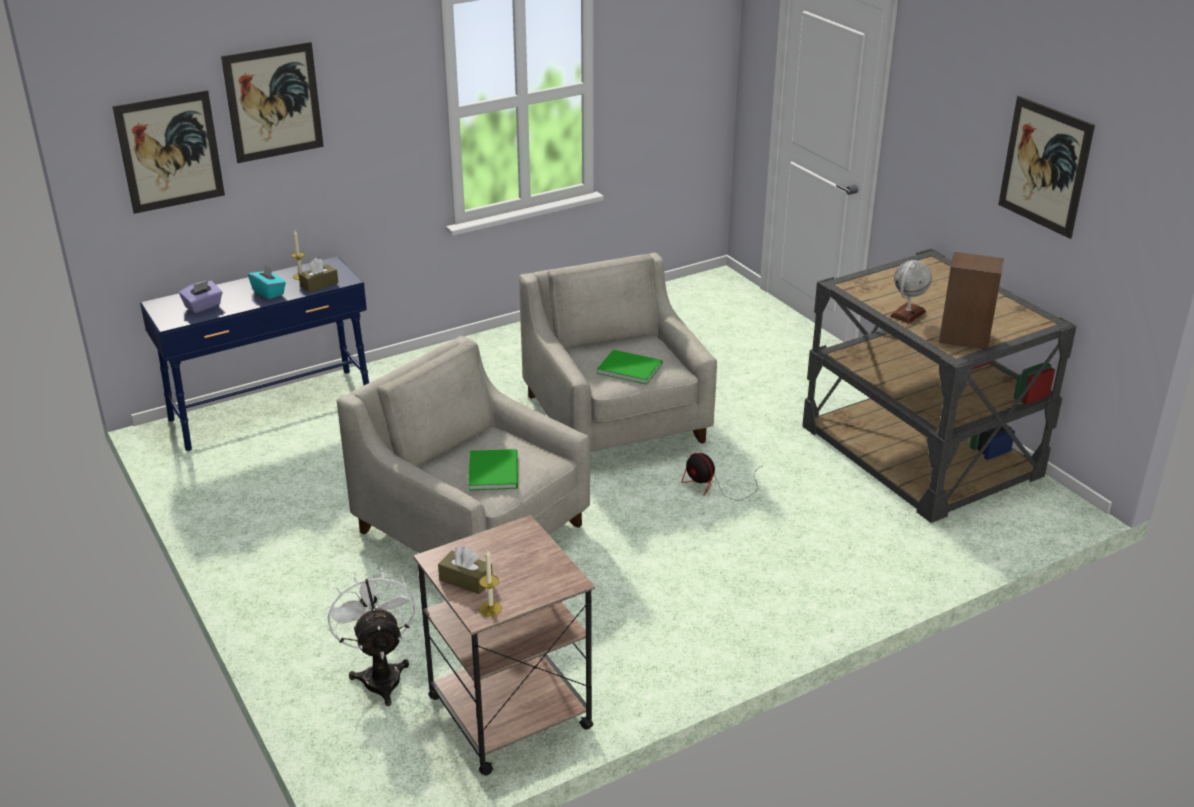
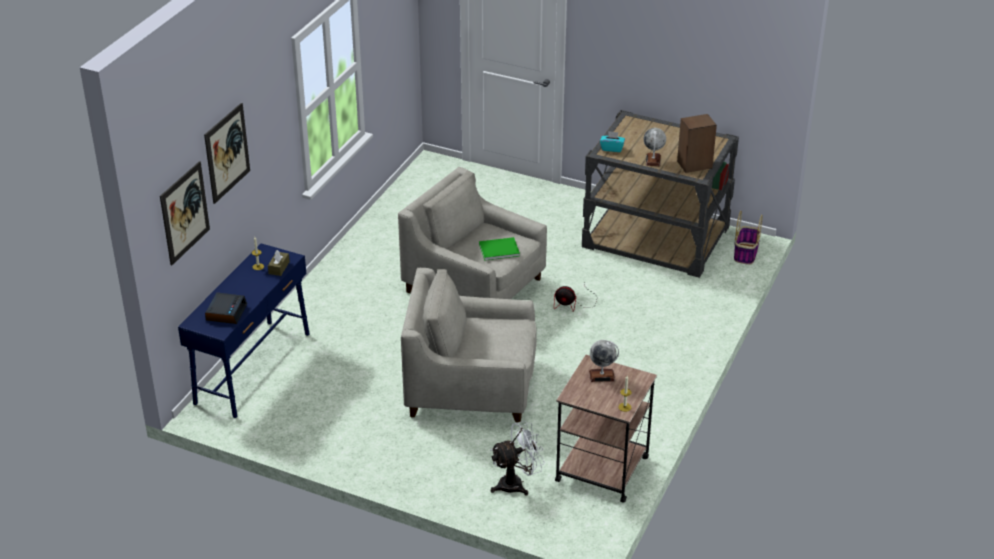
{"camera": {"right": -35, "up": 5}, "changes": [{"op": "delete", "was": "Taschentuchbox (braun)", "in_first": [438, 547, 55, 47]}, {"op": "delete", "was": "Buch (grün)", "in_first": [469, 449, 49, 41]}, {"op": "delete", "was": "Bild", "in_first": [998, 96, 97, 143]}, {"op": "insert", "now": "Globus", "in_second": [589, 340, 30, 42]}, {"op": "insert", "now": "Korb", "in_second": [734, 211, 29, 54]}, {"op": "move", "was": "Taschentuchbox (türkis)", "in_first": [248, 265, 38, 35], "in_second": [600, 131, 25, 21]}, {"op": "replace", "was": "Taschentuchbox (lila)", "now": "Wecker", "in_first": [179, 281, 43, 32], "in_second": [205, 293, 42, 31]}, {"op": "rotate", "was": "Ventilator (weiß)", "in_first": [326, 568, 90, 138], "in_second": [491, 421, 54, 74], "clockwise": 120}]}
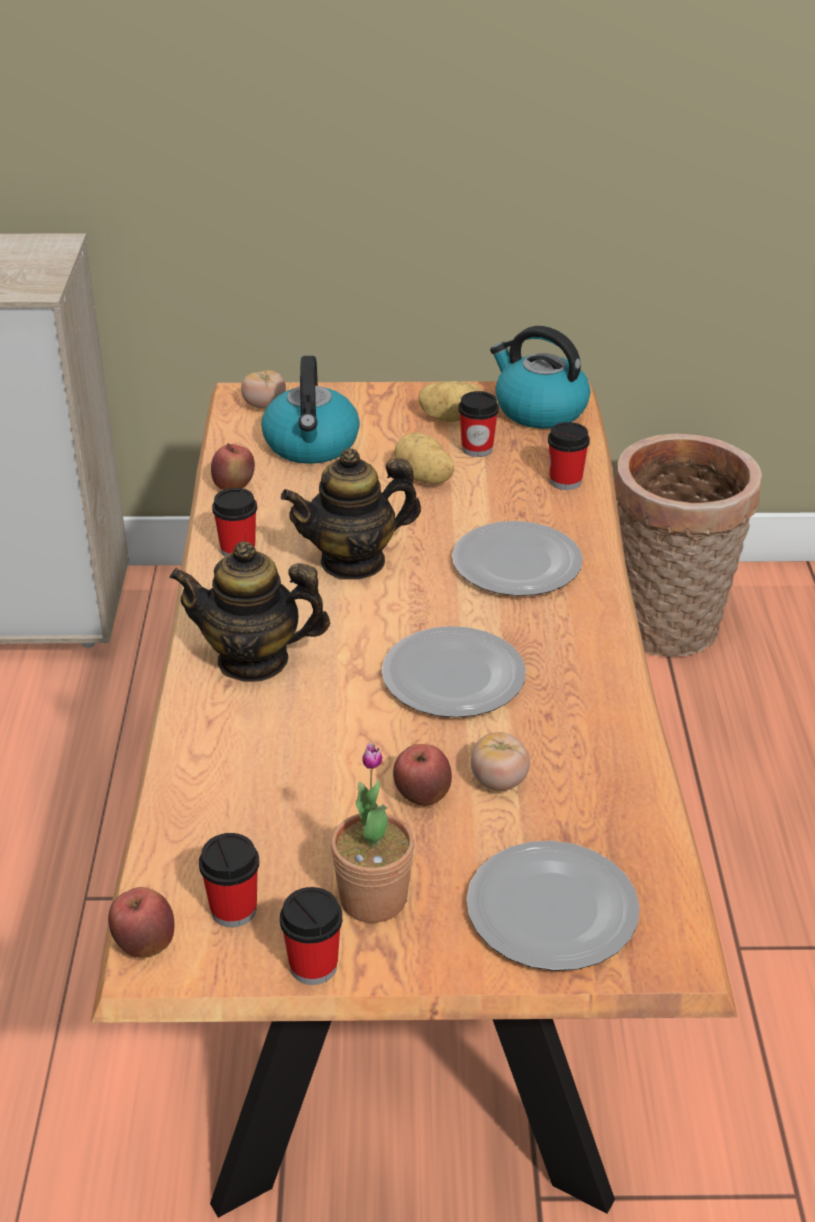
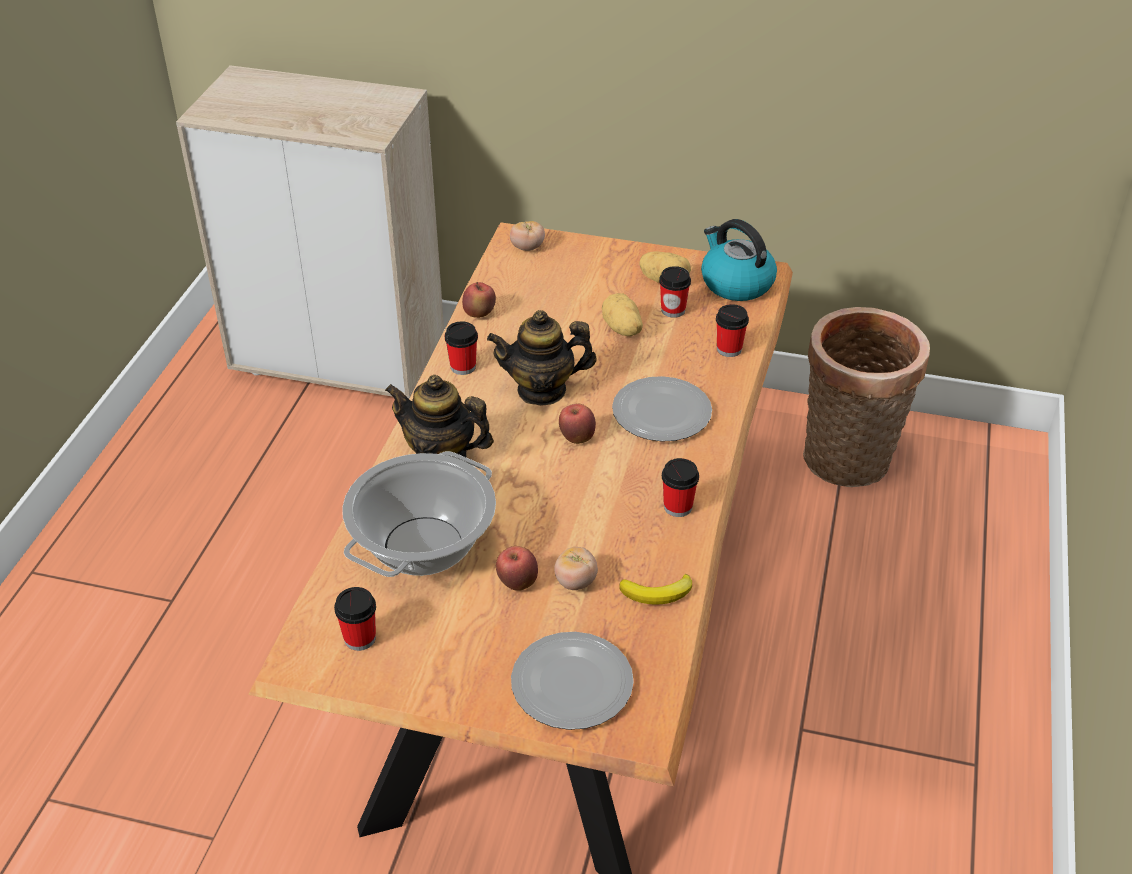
{"camera": {"right": 15, "up": 5}, "changes": [{"op": "delete", "was": "Wasserkessel", "in_first": [261, 356, 99, 108]}, {"op": "delete", "was": "Topfpflanze", "in_first": [331, 743, 83, 180]}, {"op": "delete", "was": "Teller", "in_first": [382, 626, 144, 92]}, {"op": "insert", "now": "Kochtopf", "in_second": [342, 451, 154, 126]}, {"op": "insert", "now": "Banane", "in_second": [619, 574, 73, 31]}, {"op": "move", "was": "Apfel", "in_first": [108, 887, 66, 71], "in_second": [559, 403, 37, 41]}, {"op": "move", "was": "Tasse", "in_first": [280, 887, 62, 98], "in_second": [662, 458, 37, 59]}]}
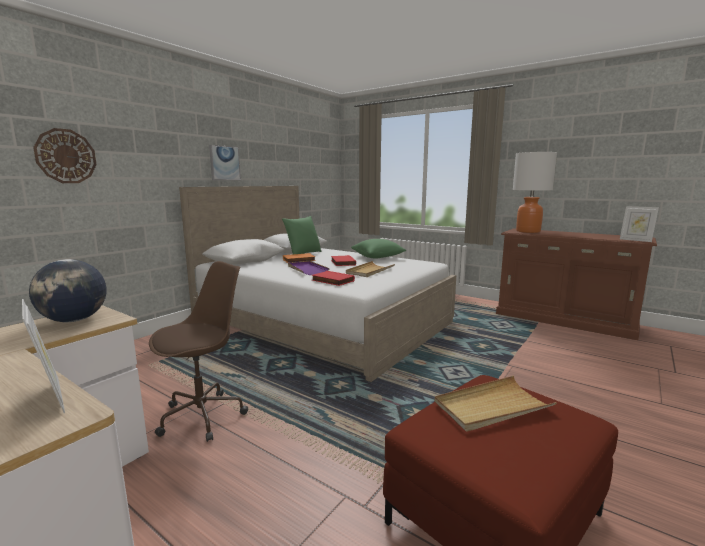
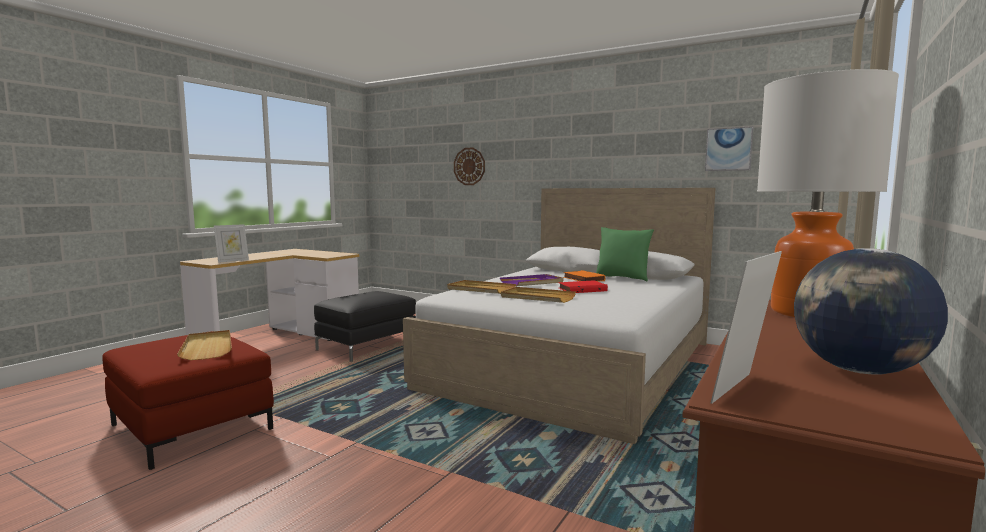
{"camera": {"right": 85, "up": -5}, "changes": [{"op": "delete", "was": "Kissen (grün)", "in_first": [351, 239, 55, 20]}, {"op": "move", "was": "Globus", "in_first": [29, 259, 78, 63], "in_second": [794, 248, 154, 127]}, {"op": "move", "was": "Bild", "in_first": [209, 145, 32, 35], "in_second": [705, 126, 48, 45]}, {"op": "replace", "was": "Bürostuhl (braun)", "now": "Polsterhocker (schwarz)", "in_first": [149, 261, 99, 181], "in_second": [314, 291, 102, 71]}, {"op": "replace", "was": "Buch (rot)", "now": "Tablett (beige)", "in_first": [311, 271, 44, 15], "in_second": [447, 280, 69, 14]}]}
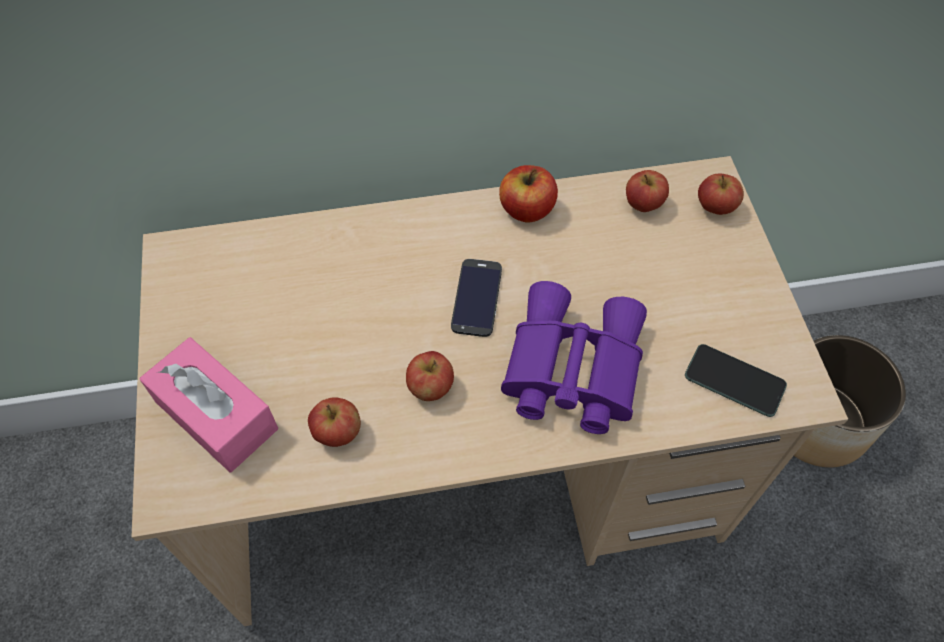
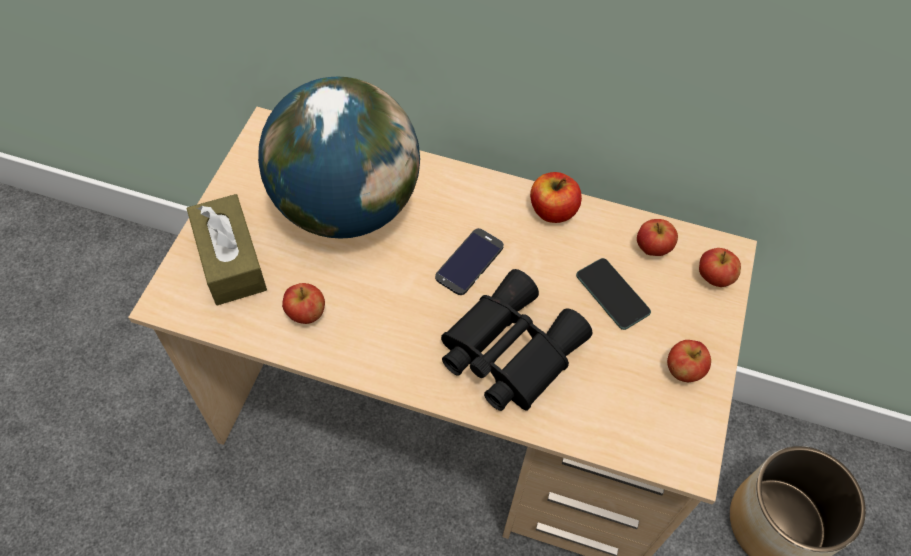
{"camera": {"right": 25, "up": 0}, "changes": [{"op": "insert", "now": "Globus", "in_second": [258, 77, 162, 162]}, {"op": "move", "was": "Apfel", "in_first": [406, 351, 48, 50], "in_second": [667, 340, 44, 42]}, {"op": "move", "was": "Handy", "in_first": [685, 344, 102, 73], "in_second": [576, 258, 75, 72]}, {"op": "recolor", "was": "Taschentuchbox (rosa)", "now": "Taschentuchbox (braun)", "in_first": [140, 337, 138, 135], "in_second": [187, 194, 80, 112]}, {"op": "recolor", "was": "Fernglas (lila)", "now": "Fernglas (schwarz)", "in_first": [501, 281, 146, 153], "in_second": [441, 269, 151, 142]}]}
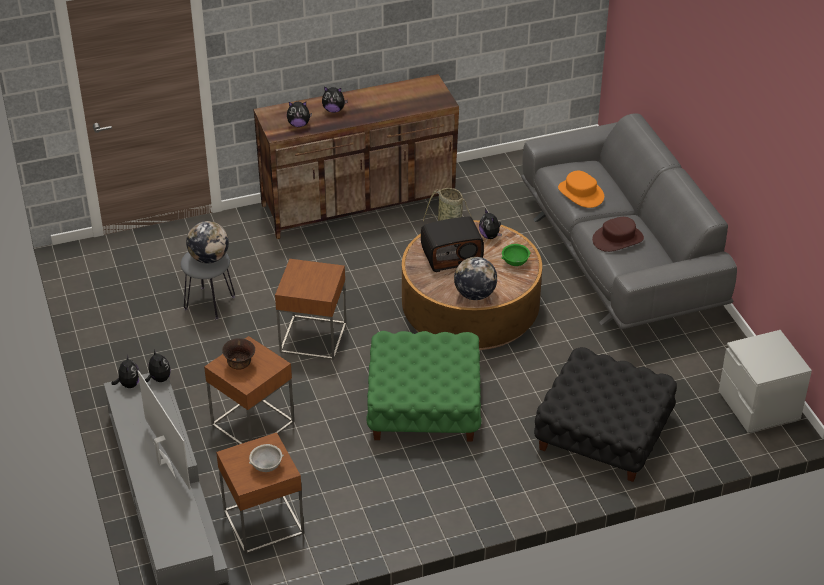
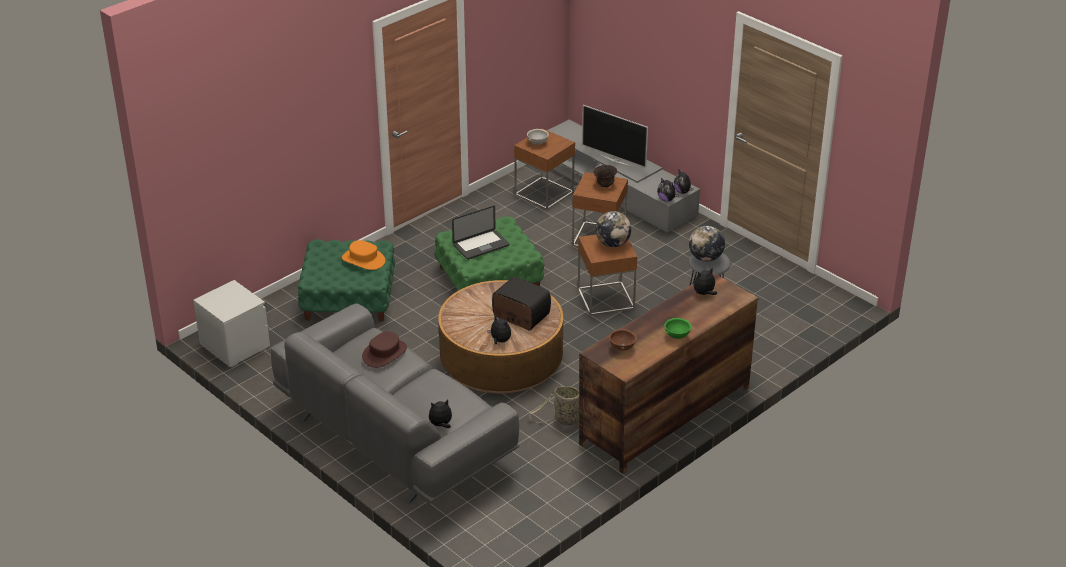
{"camera": {"right": 155, "up": -5}, "changes": [{"op": "insert", "now": "Laptop", "in_second": [452, 206, 57, 54]}, {"op": "insert", "now": "Schüssel (braun)", "in_second": [609, 329, 28, 21]}, {"op": "move", "was": "Plüschtier", "in_first": [322, 87, 26, 26], "in_second": [429, 400, 23, 28]}, {"op": "move", "was": "Globus", "in_first": [454, 257, 43, 43], "in_second": [595, 211, 36, 36]}, {"op": "move", "was": "Schüssel (grün)", "in_first": [502, 244, 29, 22], "in_second": [664, 318, 27, 21]}, {"op": "move", "was": "Hut (orange)", "in_first": [558, 171, 46, 37], "in_second": [342, 240, 43, 30]}, {"op": "recolor", "was": "Polsterhocker (schwarz)", "now": "Polsterhocker (grün)", "in_first": [534, 347, 143, 135], "in_second": [298, 239, 97, 82]}, {"op": "rotate", "was": "Radio", "in_first": [421, 216, 63, 56], "in_second": [492, 277, 59, 53], "clockwise": 75}]}
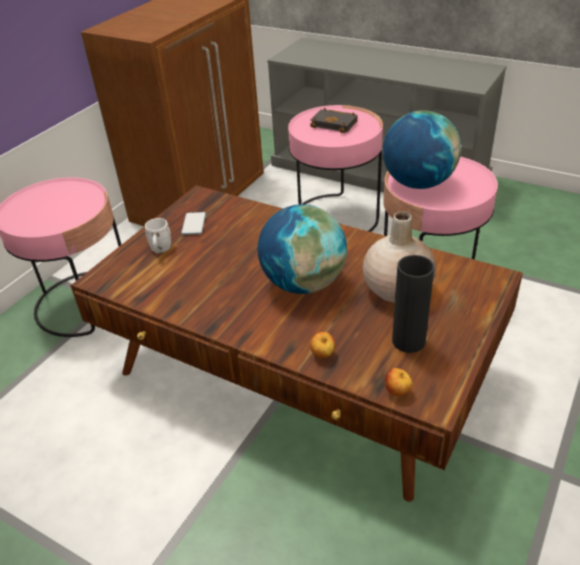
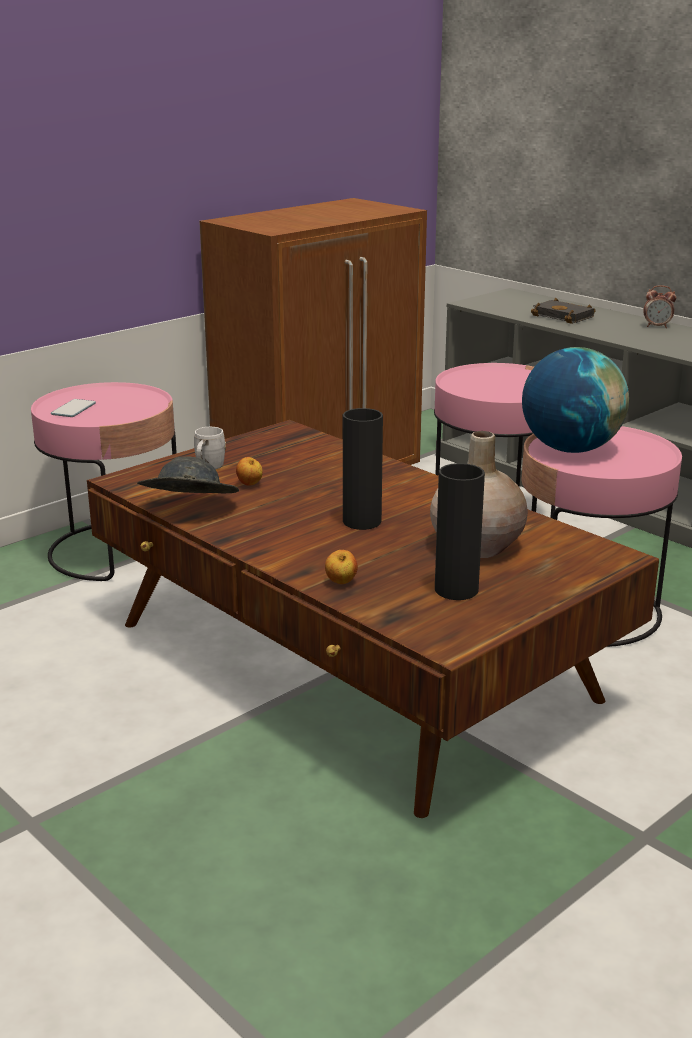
{"camera": {"right": 15, "up": -15}, "changes": [{"op": "insert", "now": "Hut (grau)", "in_second": [137, 456, 102, 37]}, {"op": "insert", "now": "Wecker", "in_second": [643, 285, 33, 43]}, {"op": "move", "was": "Handy", "in_first": [181, 212, 25, 23], "in_second": [51, 399, 45, 18]}, {"op": "move", "was": "Buch (schwarz)", "in_first": [310, 108, 47, 25], "in_second": [531, 298, 65, 26]}, {"op": "move", "was": "Apfel", "in_first": [385, 368, 28, 28], "in_second": [236, 457, 27, 29]}, {"op": "replace", "was": "Globus", "now": "Vase (schwarz)", "in_first": [258, 204, 89, 90], "in_second": [343, 408, 40, 122]}]}
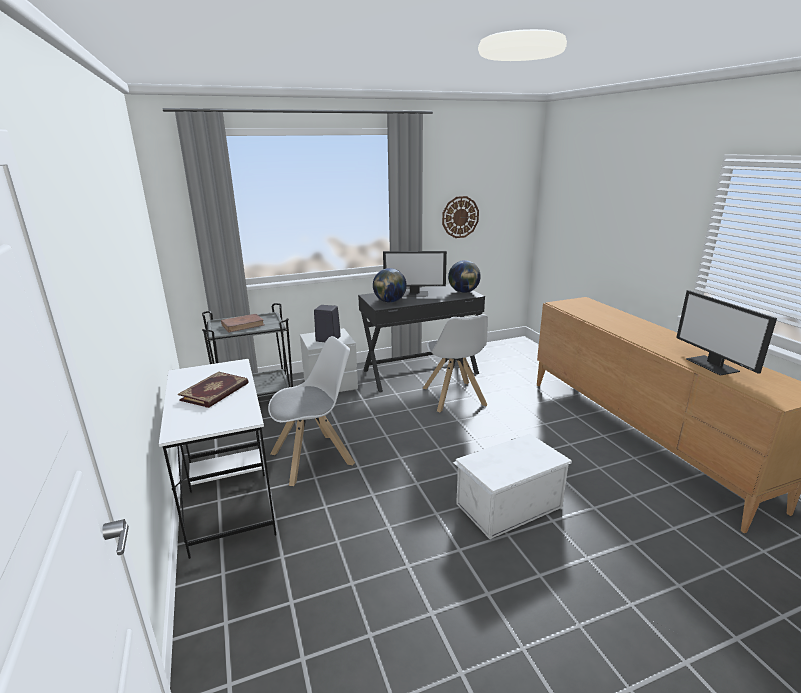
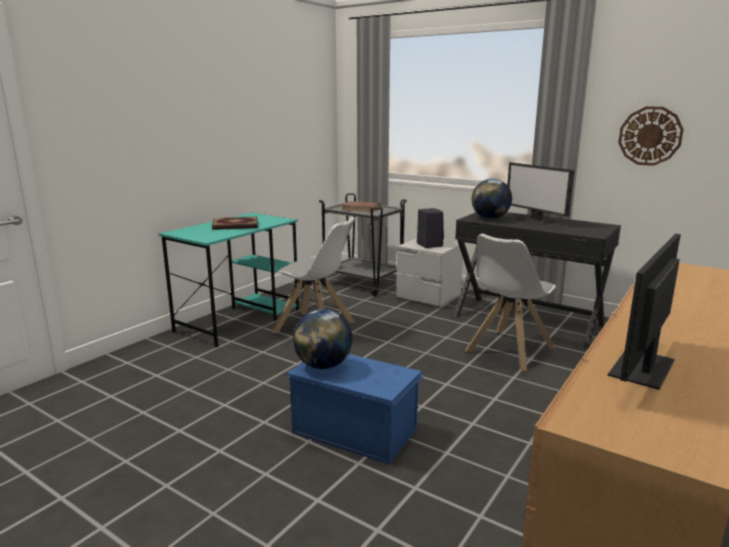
{"camera": {"right": 55, "up": -5}, "changes": [{"op": "move", "was": "Globus", "in_first": [448, 260, 33, 33], "in_second": [293, 309, 60, 60]}, {"op": "recolor", "was": "Schreibtisch (weiß)", "now": "Schreibtisch (türkis)", "in_first": [159, 359, 117, 200], "in_second": [159, 213, 140, 135]}, {"op": "recolor", "was": "Aufbewahrungsbox (weiß)", "now": "Aufbewahrungsbox (blau)", "in_first": [453, 434, 119, 105], "in_second": [286, 353, 138, 112]}]}
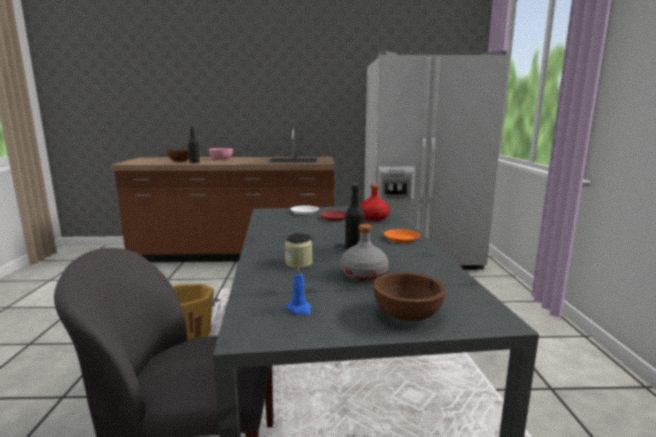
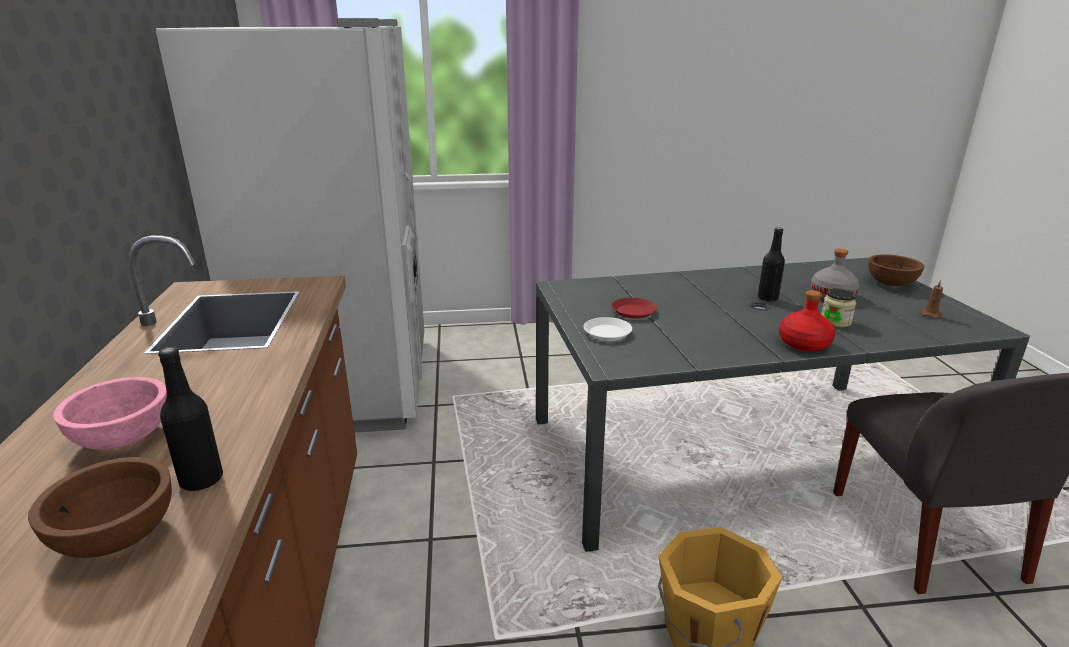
{"camera": {"right": -95, "up": 10}, "changes": [{"op": "delete", "was": "Teller (orange)", "in_first": [384, 229, 36, 14]}, {"op": "move", "was": "Flasche (rot)", "in_first": [360, 185, 30, 36], "in_second": [779, 290, 56, 62]}, {"op": "recolor", "was": "Kerze (blau)", "now": "Kerze (braun)", "in_first": [286, 266, 25, 49], "in_second": [920, 280, 23, 38]}]}
